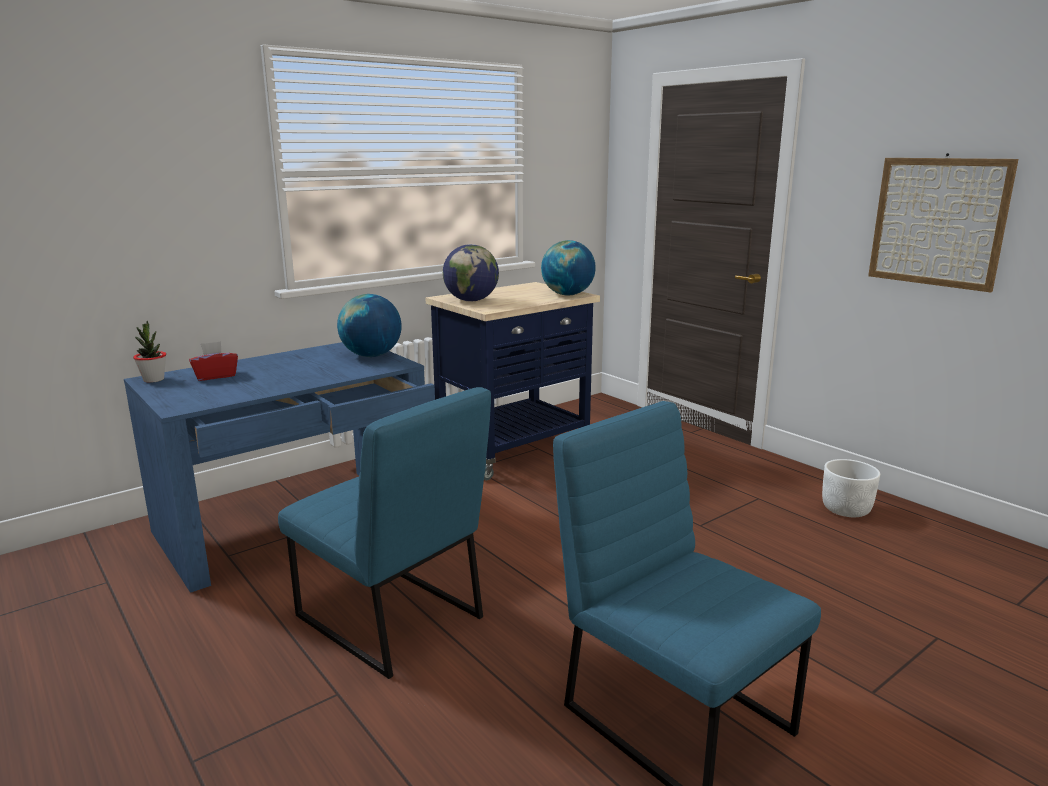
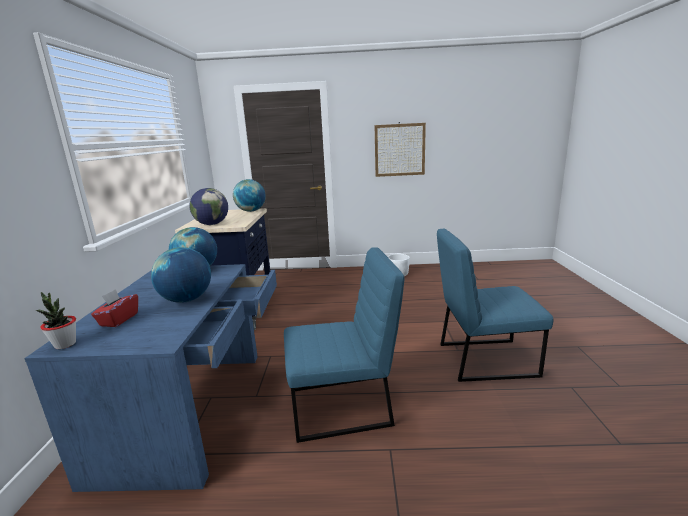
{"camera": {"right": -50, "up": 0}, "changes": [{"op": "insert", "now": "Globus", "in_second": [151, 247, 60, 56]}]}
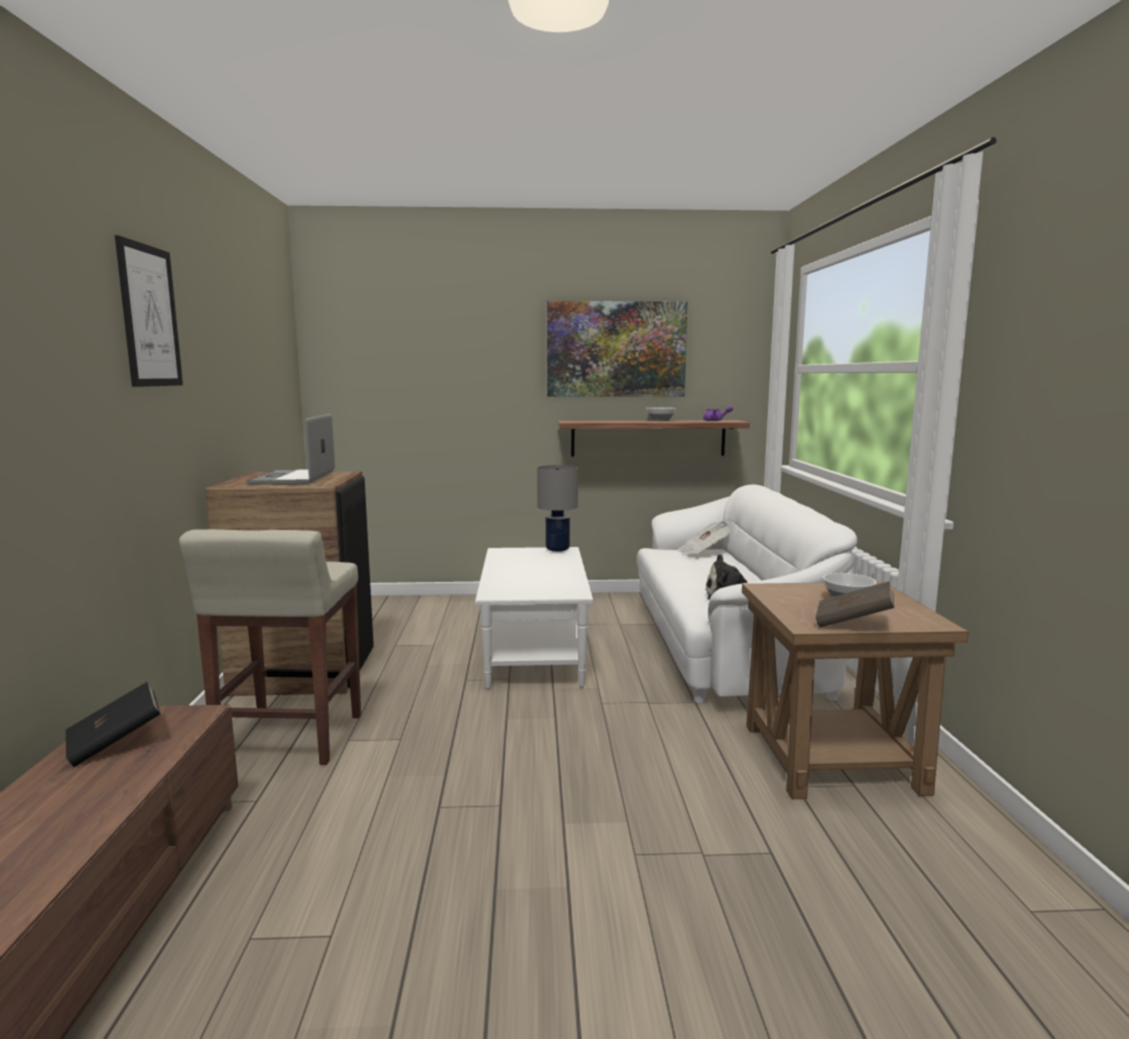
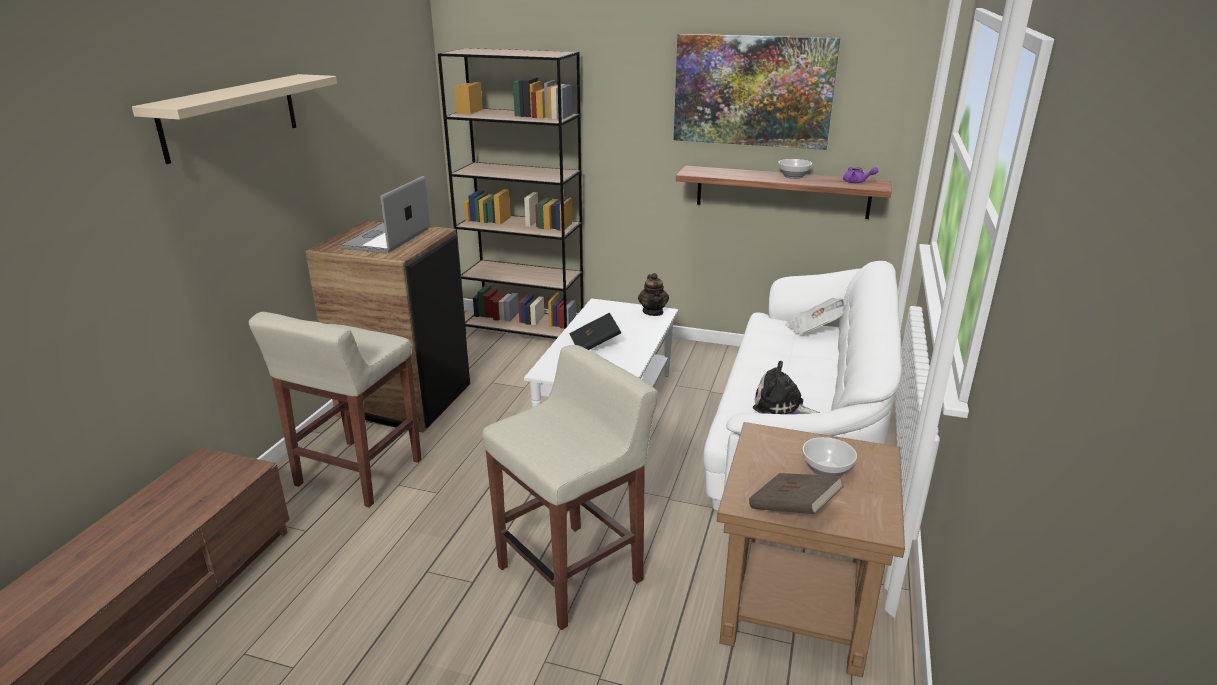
{"camera": {"right": 20, "up": 15}, "changes": [{"op": "insert", "now": "Bücherregal (beige)", "in_second": [438, 48, 146, 291]}, {"op": "insert", "now": "Hocker (beige)", "in_second": [482, 345, 176, 285]}, {"op": "move", "was": "Buch (schwarz)", "in_first": [66, 682, 94, 85], "in_second": [569, 313, 52, 37]}, {"op": "replace", "was": "Bild", "now": "Wandregal (beige)", "in_first": [115, 235, 68, 152], "in_second": [132, 74, 205, 90]}, {"op": "replace", "was": "Tischlampe (grau)", "now": "Teekanne", "in_first": [537, 465, 41, 87], "in_second": [638, 273, 31, 43]}]}
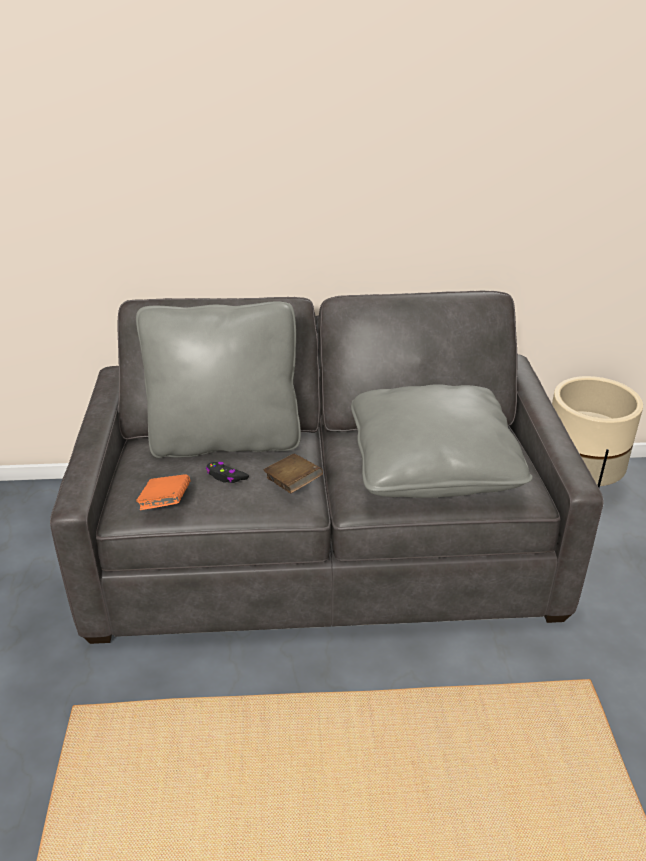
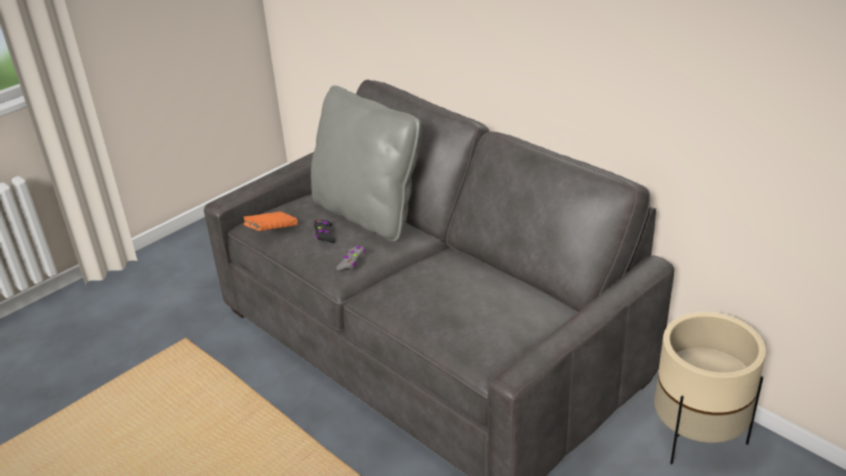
{"camera": {"right": 50, "up": 0}, "changes": [{"op": "delete", "was": "Kissen (grau)", "in_first": [351, 384, 182, 114]}, {"op": "replace", "was": "Buch (braun)", "now": "Gamepad (grau)", "in_first": [263, 454, 60, 40], "in_second": [336, 246, 29, 25]}]}
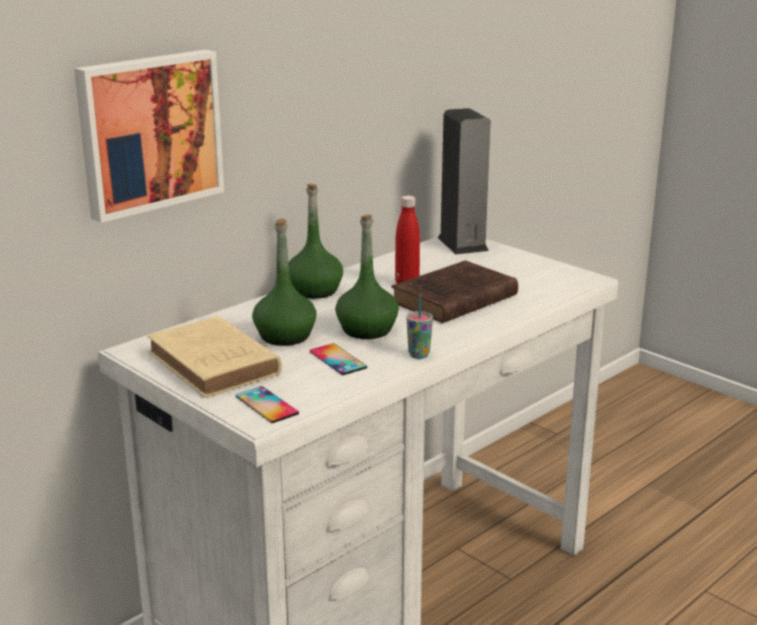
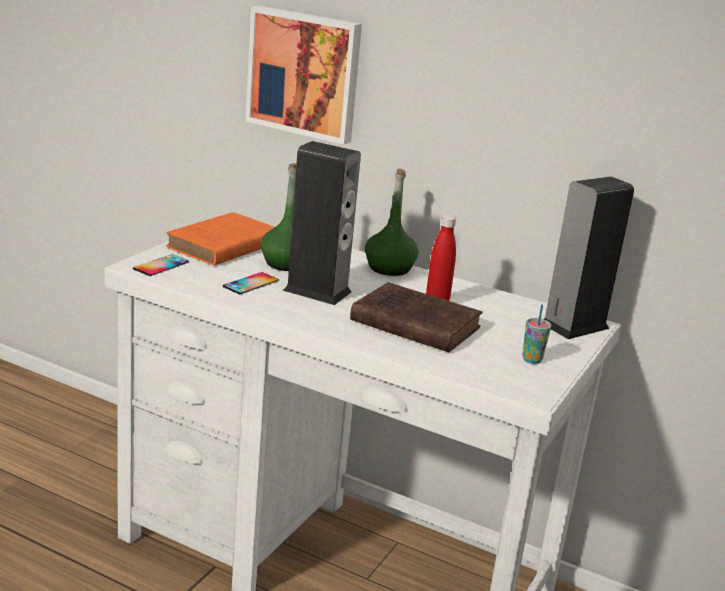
{"camera": {"right": 70, "up": 0}, "changes": [{"op": "move", "was": "Tasse", "in_first": [407, 296, 26, 63], "in_second": [522, 304, 29, 60]}, {"op": "replace", "was": "Flasche (grün)", "now": "Lautsprecher", "in_first": [335, 215, 64, 124], "in_second": [283, 141, 78, 164]}, {"op": "recolor", "was": "Buch (beige)", "now": "Buch (orange)", "in_first": [147, 316, 135, 82], "in_second": [166, 212, 109, 54]}]}
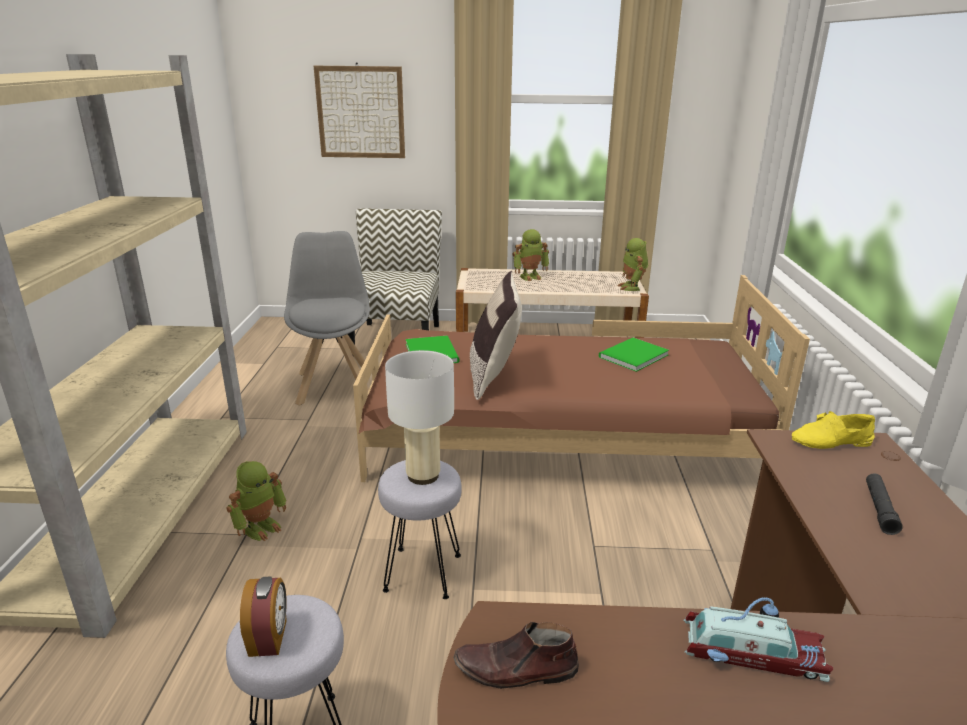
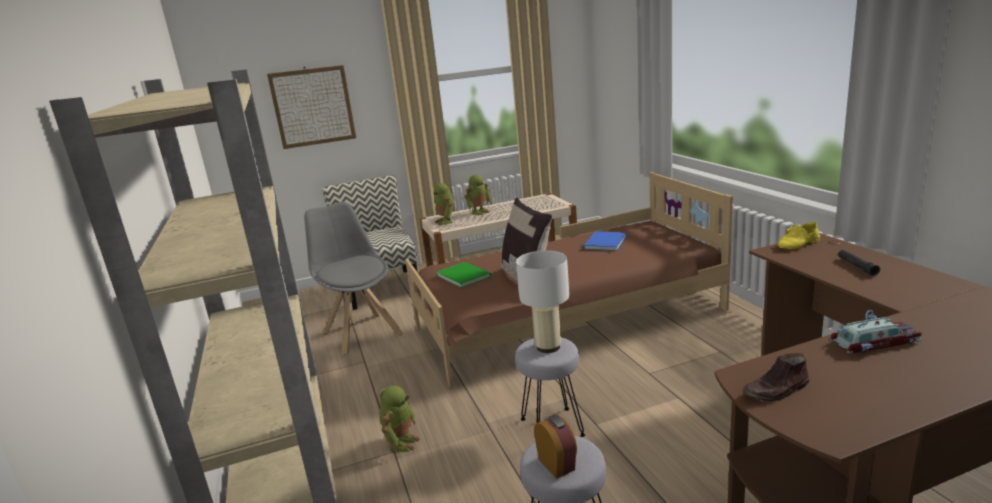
{"camera": {"right": -20, "up": -5}, "changes": [{"op": "move", "was": "Spielzeugroboter", "in_first": [618, 238, 30, 53], "in_second": [433, 183, 21, 42]}, {"op": "recolor", "was": "Buch (grün)", "now": "Buch (blau)", "in_first": [599, 338, 70, 34], "in_second": [583, 231, 43, 20]}]}
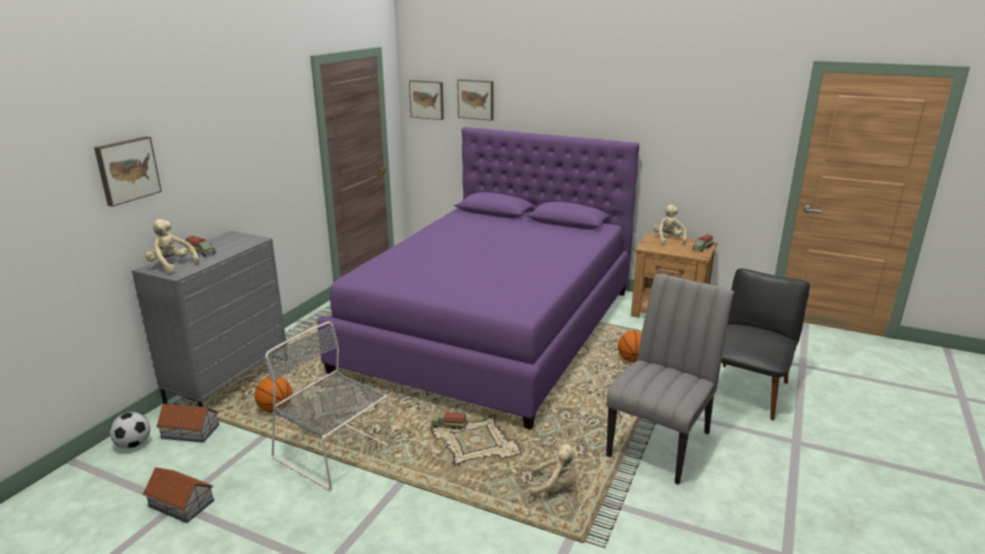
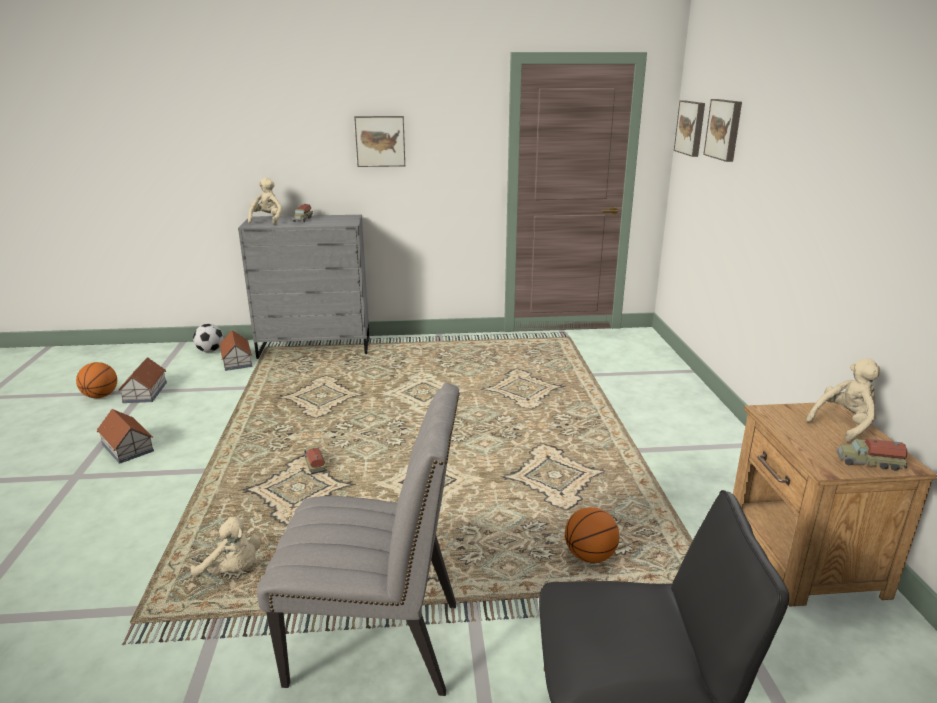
{"camera": {"right": 60, "up": 0}, "changes": [{"op": "delete", "was": "Stuhl (grau)", "in_first": [265, 321, 125, 169]}, {"op": "delete", "was": "Bett (lila)", "in_first": [317, 127, 322, 303]}, {"op": "insert", "now": "Spielzeughaus", "in_second": [97, 409, 57, 55]}, {"op": "move", "was": "Bild", "in_first": [94, 136, 68, 71], "in_second": [354, 116, 51, 51]}, {"op": "move", "was": "Basketball", "in_first": [255, 376, 37, 37], "in_second": [76, 362, 41, 36]}, {"op": "rotate", "was": "Plüschtier (beige)", "in_first": [529, 444, 49, 52], "in_second": [191, 517, 70, 60], "clockwise": -45}]}
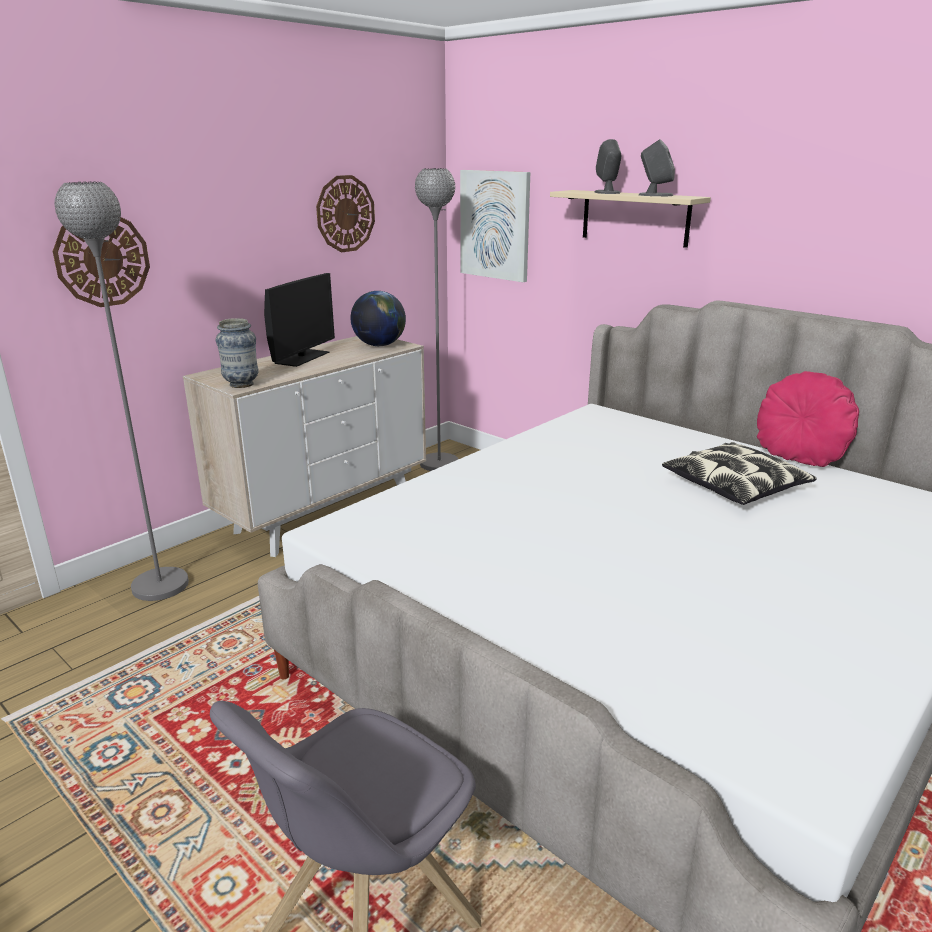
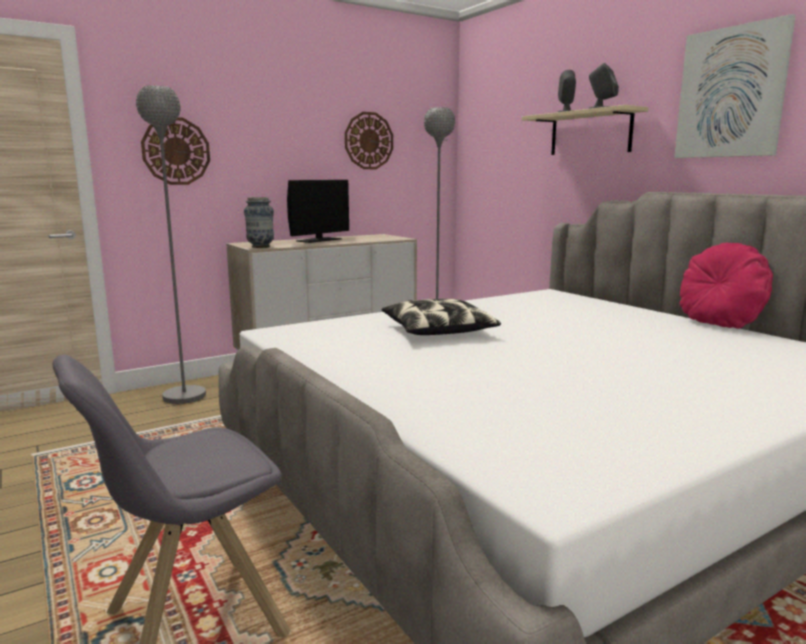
{"camera": {"right": 15, "up": -10}, "changes": [{"op": "delete", "was": "Globus", "in_first": [351, 291, 55, 55]}, {"op": "move", "was": "Bild", "in_first": [460, 170, 70, 112], "in_second": [674, 14, 122, 144]}, {"op": "move", "was": "Kissen", "in_first": [662, 442, 155, 63], "in_second": [382, 299, 119, 36]}]}
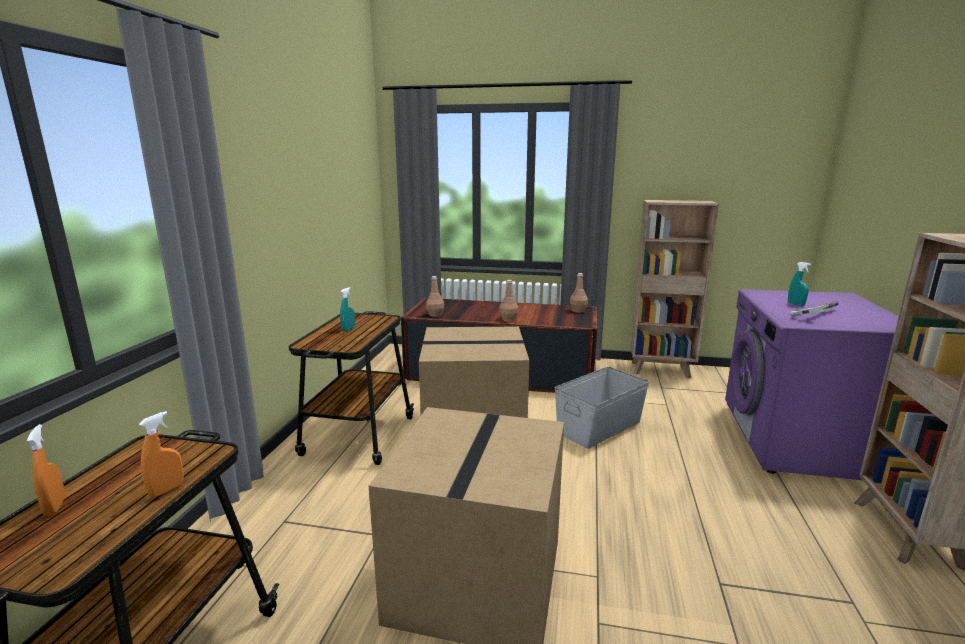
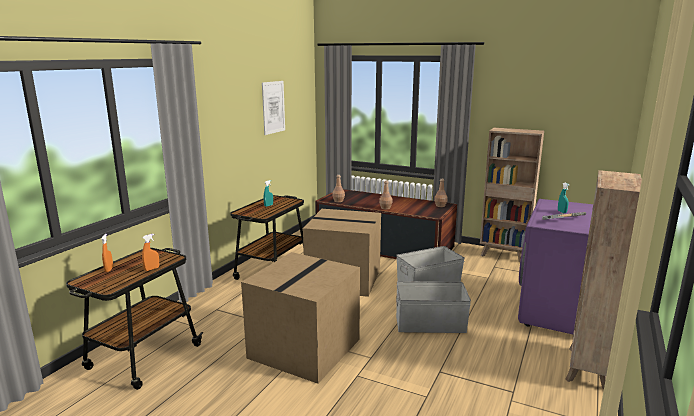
{"camera": {"right": 15, "up": 0}, "changes": [{"op": "insert", "now": "Bild", "in_second": [262, 81, 23, 54]}, {"op": "insert", "now": "Aufbewahrungsbox (grau)", "in_second": [396, 281, 75, 52]}]}
